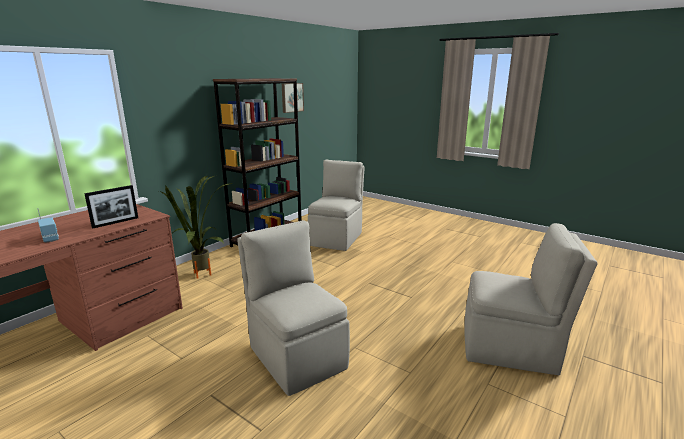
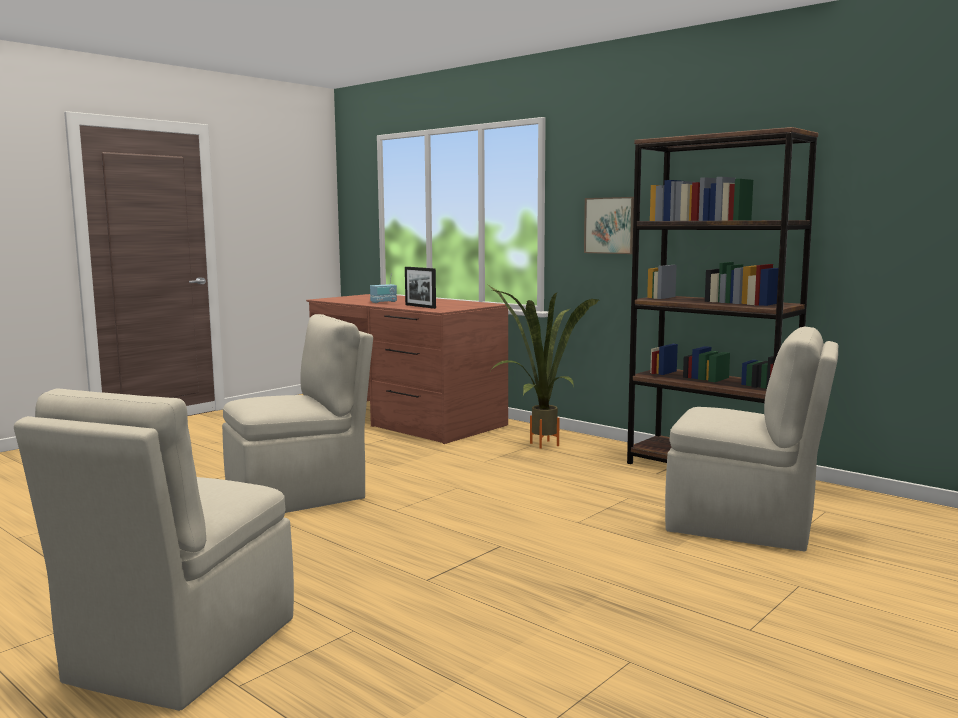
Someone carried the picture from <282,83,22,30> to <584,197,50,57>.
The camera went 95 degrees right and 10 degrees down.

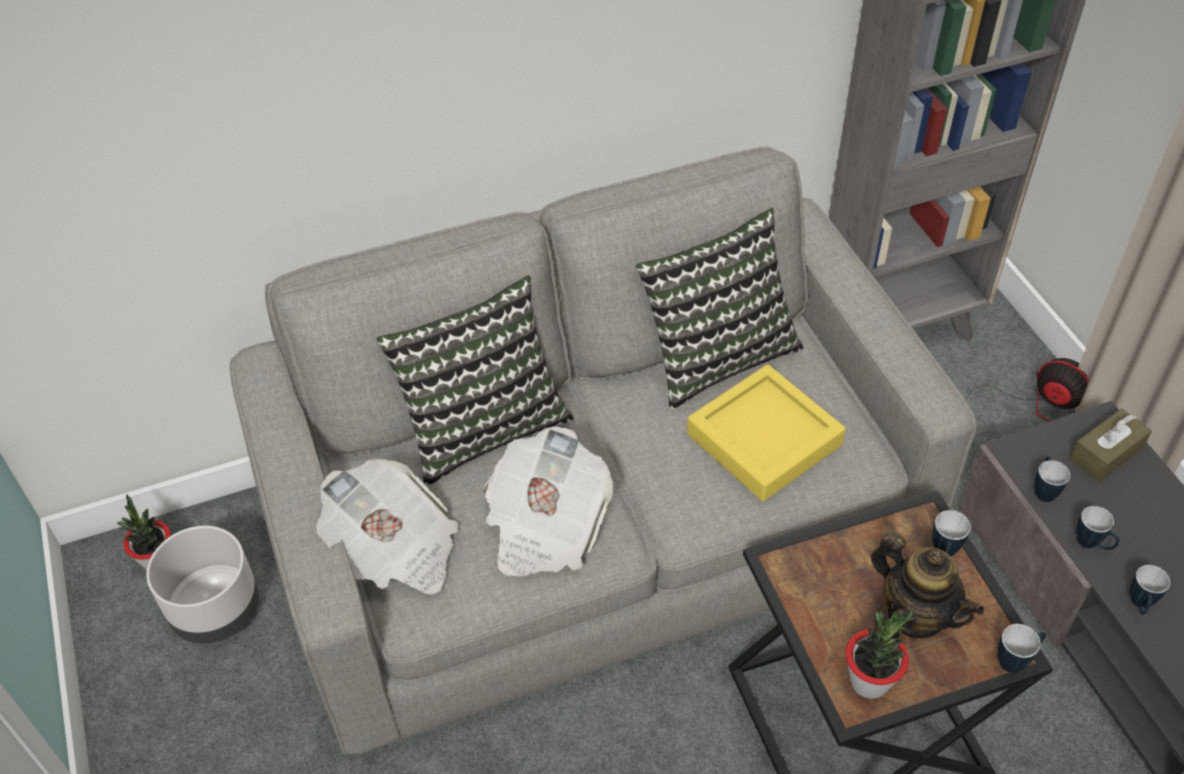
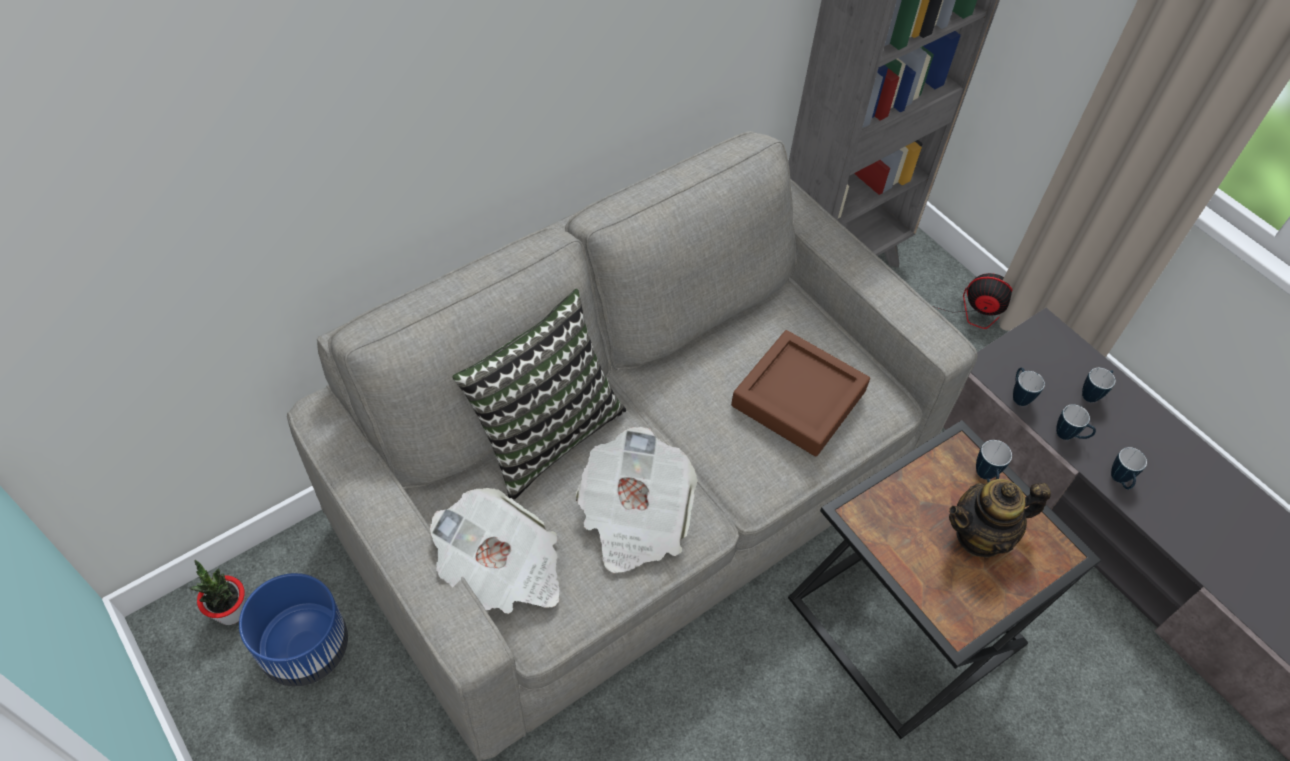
Someone repainted the plant pot (grey) at <146,526,113,118>, which became the plant pot (blue) at <239,573,109,113>.
Someone repainted the carrying tray (yellow) at <687,364,159,137>, which became the carrying tray (brown) at <731,330,139,127>.
Someone rotated the tea pot at <871,531,113,107> by 135 degrees clockwise.
Someone carried the tea mug from <998,624,48,49> to <1082,368,33,34>.
Someone took away the cushion at <636,208,167,201>.
Someone took away the potted plant at <846,609,67,90>.
Someone took away the tissue holder (brown) at <1070,409,82,73>.
The camera went 20 degrees left and 5 degrees up.

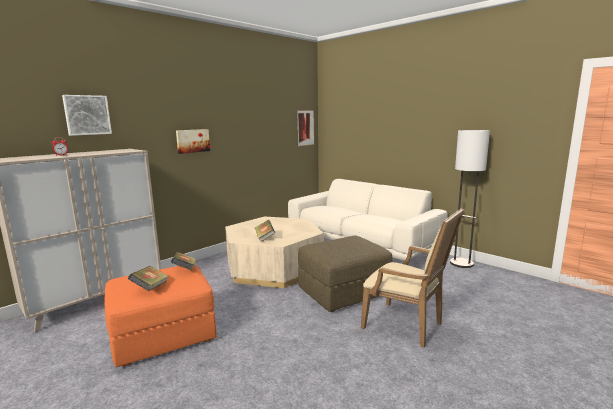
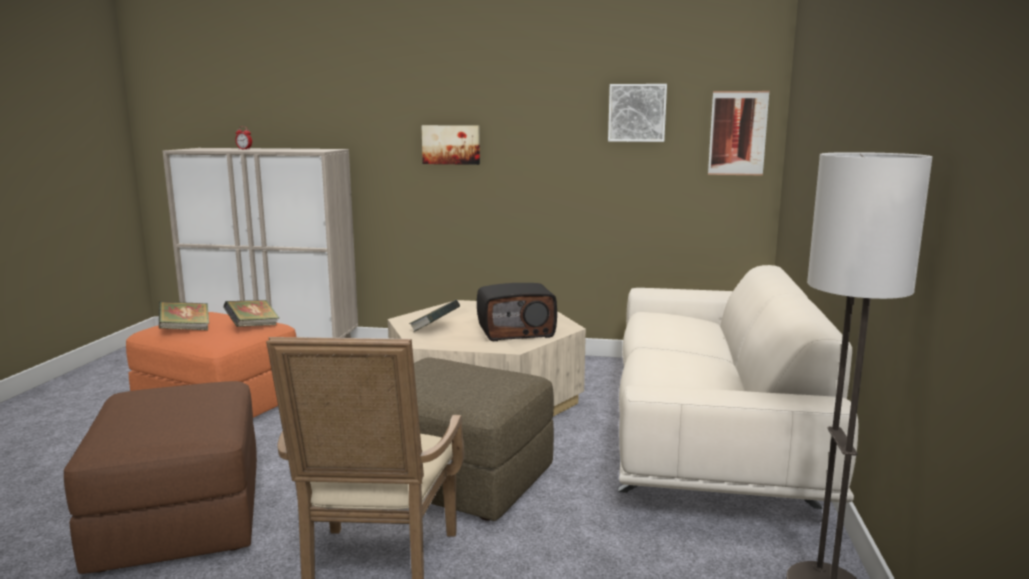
Someone put down the footrest (brown) at <64,381,193,193>.
Someone put down the radio at <477,283,80,58>.
Someone carried the picture from <62,95,50,41> to <608,84,59,58>.
The camera went 55 degrees right and 0 degrees up.

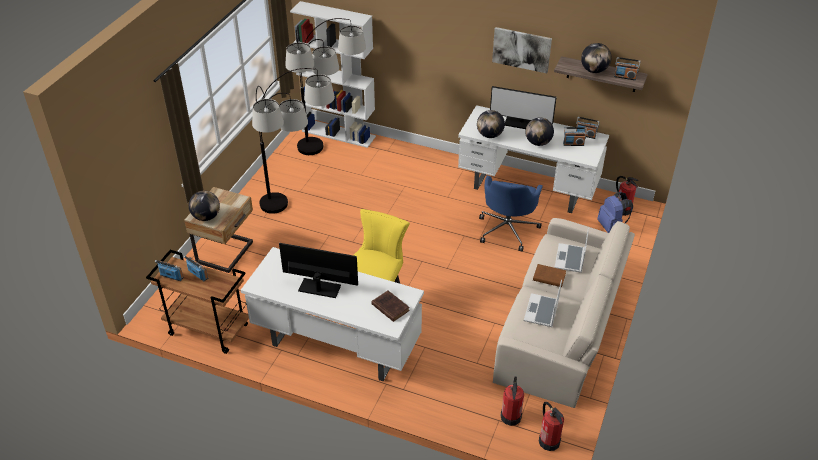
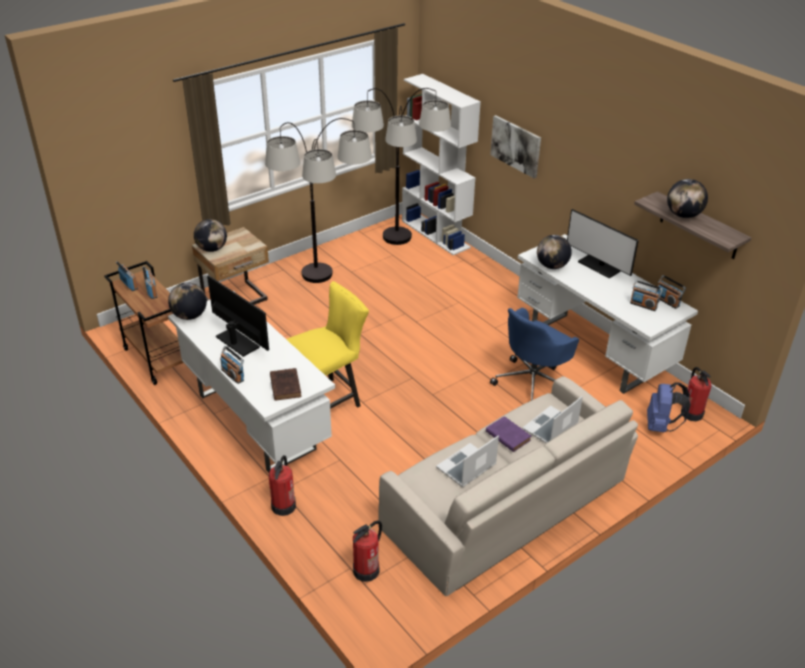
Someone carried the world globe from <525,118,29,28> to <168,282,39,38>.
Someone carried the radio from <614,57,27,23> to <220,346,24,38>.
Someone carried the fire extinguisher from <539,402,25,49> to <269,455,27,61>.
Someone repainted the volume (brown) at <533,264,33,23>, which became the volume (purple-coloured) at <486,416,46,36>.
Someone carried the picture from <492,27,60,46> to <490,115,51,63>.
The camera went 30 degrees right and 5 degrees down.

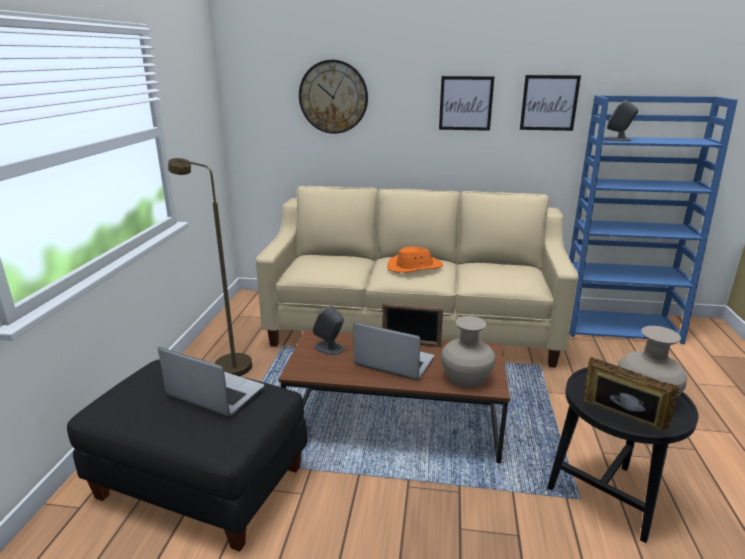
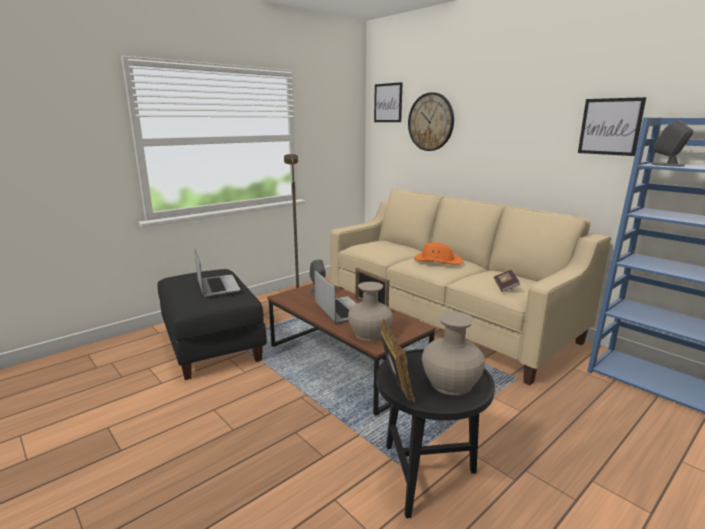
Someone carried the picture from <439,76,55,55> to <374,82,29,40>.
Someone put down the volume at <494,270,26,22>.
The camera went 40 degrees right and 5 degrees down.

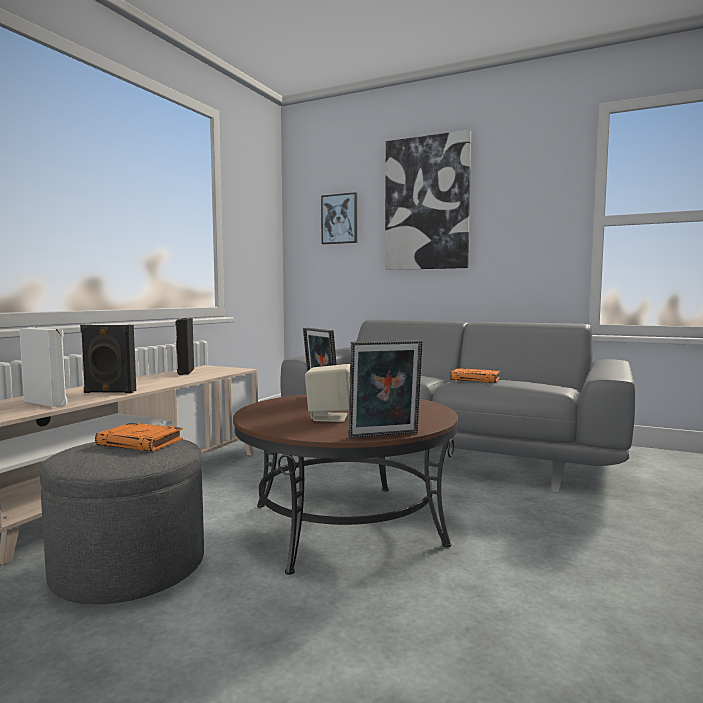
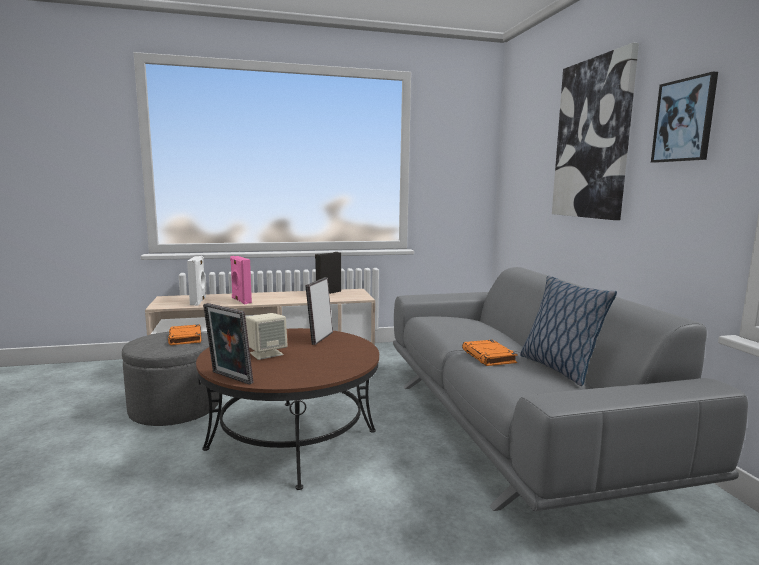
Someone repainted the loudspeaker (black-coloured) at <80,325,56,68>, which became the loudspeaker (pink) at <230,256,22,48>.
Someone put down the cushion at <520,276,97,110>.
Someone carried the picture from <321,192,36,52> to <651,71,67,92>.
The camera went 50 degrees right and 5 degrees up.

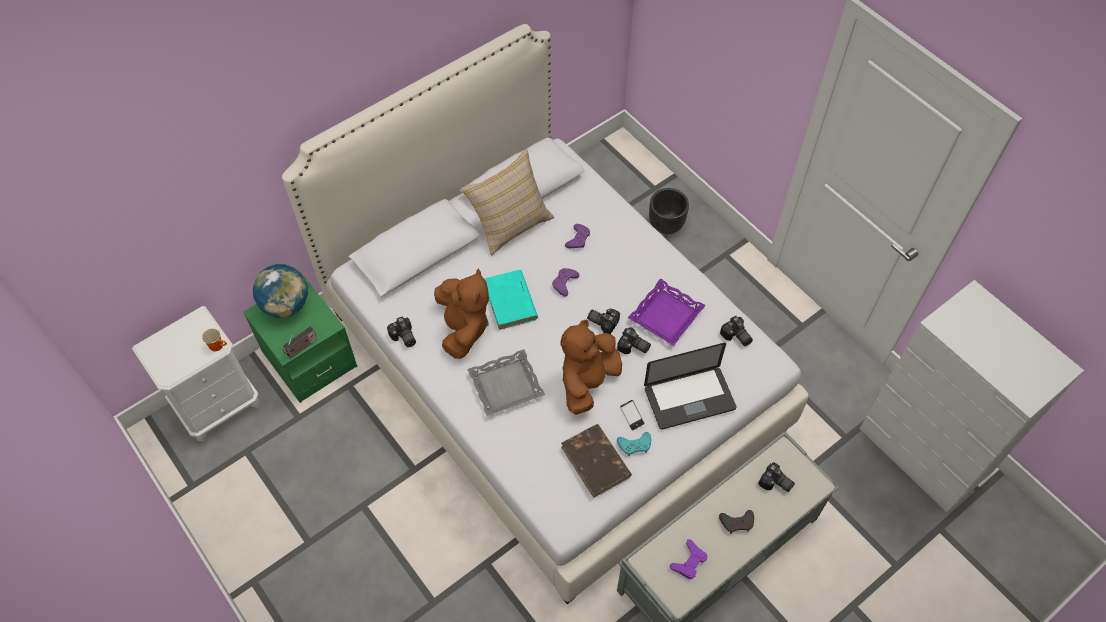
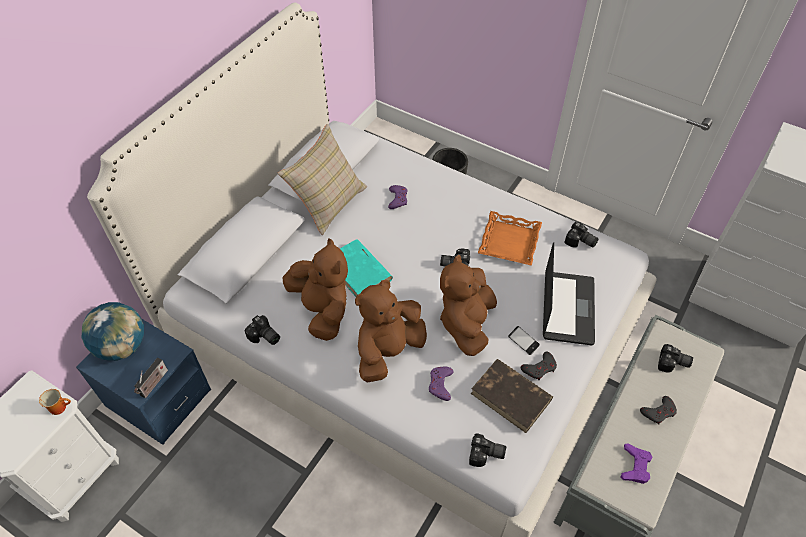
Someone repainted the nightstand (green) at <243,276,114,127>, which became the nightstand (blue) at <76,318,135,127>.
Someone swapped the carrying tray (grey) at <467,349,78,67> for the soft toy (brown) at <355,280,72,103>.
Someone carried the game controller (purple-coloured) from <552,268,28,29> to <429,367,24,34>.
Someone carried the photo camera from <617,327,34,27> to <469,434,37,33>.
Someone repainted the carrying tray (purple-coloured) at <628,279,78,67>, which became the carrying tray (orange-coloured) at <478,211,64,55>.
Someone repainted the game controller (turquoise) at <617,432,34,24>, which became the game controller (grey) at <521,351,36,29>.
Someone rotated the laptop at <644,343,93,86> by 45 degrees counterclockwise.
The camera went 20 degrees left and 5 degrees down.

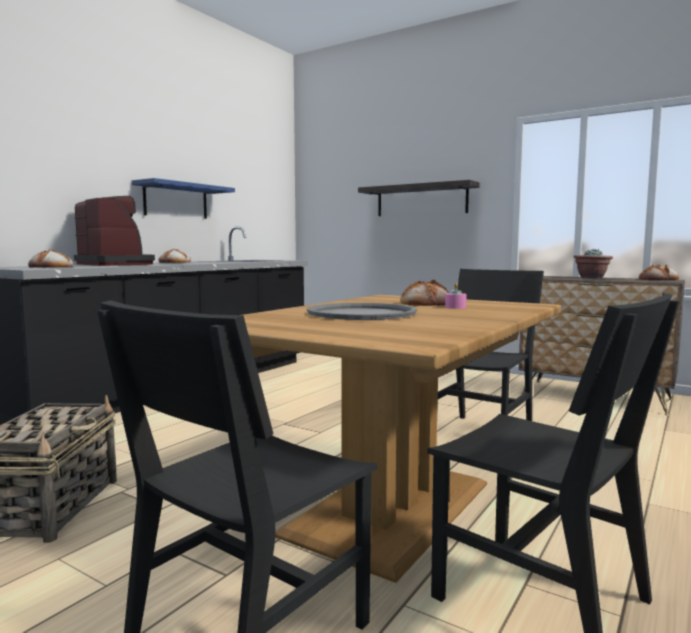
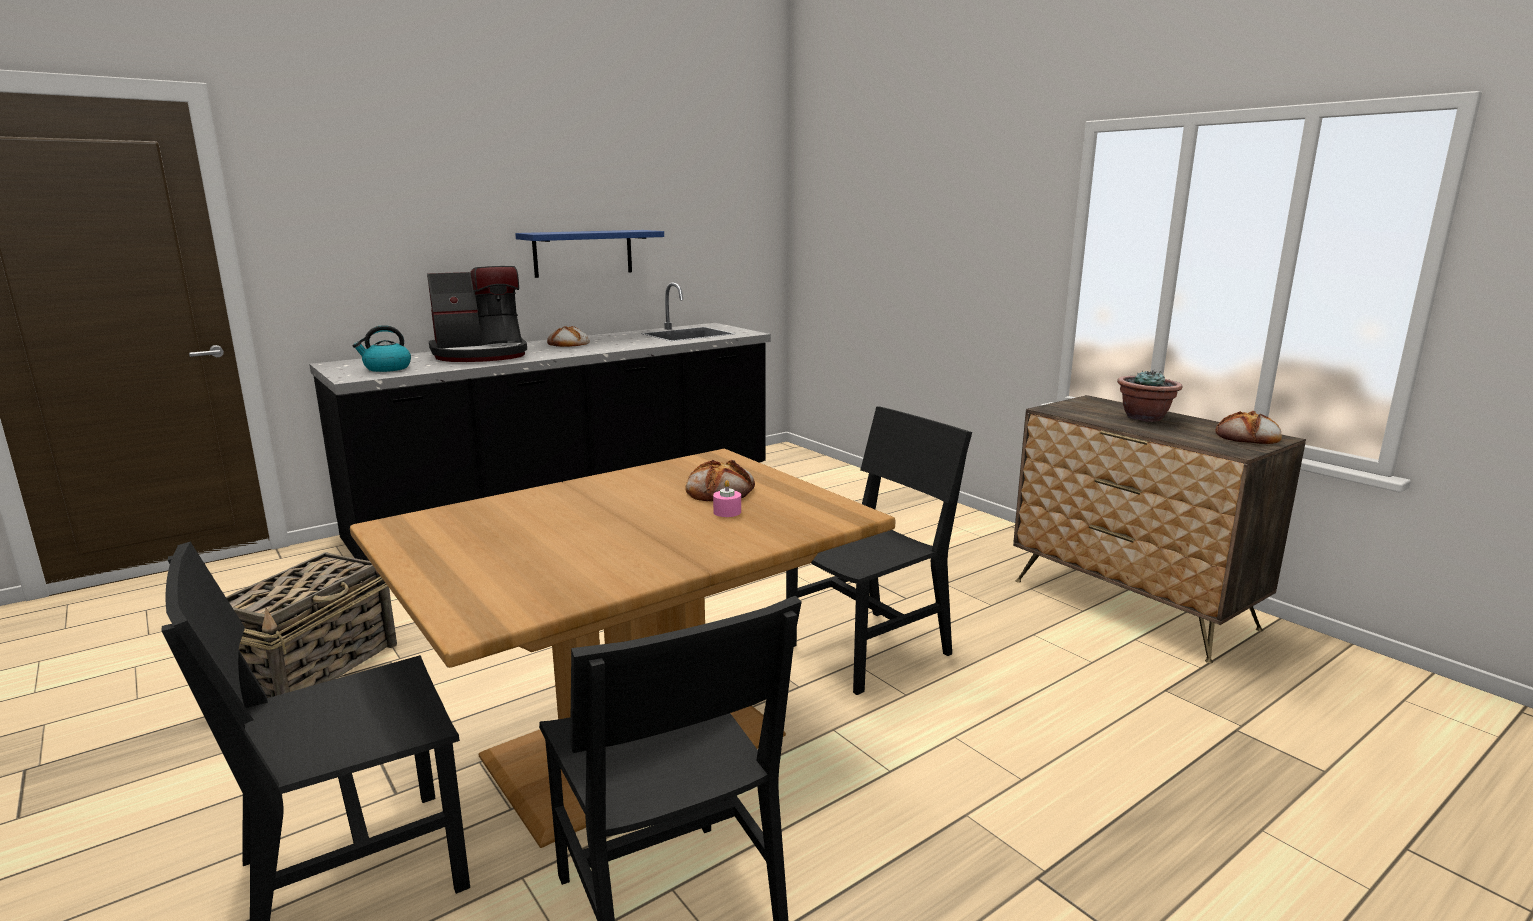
Someone swapped the baked bread at <28,249,46,19> for the water kettle at <352,325,59,47>.
Someone rotated the coffee machine at <74,196,81,70> by 90 degrees clockwise.
Someone took away the carrying tray (grey) at <307,303,110,17>.
Someone took away the bracket shelf at <358,180,122,36>.
The camera went 20 degrees right and 10 degrees up.

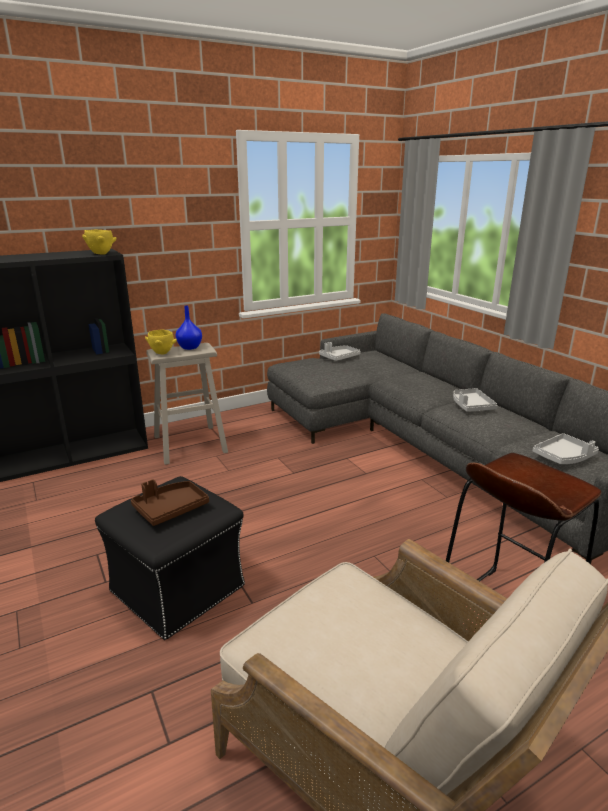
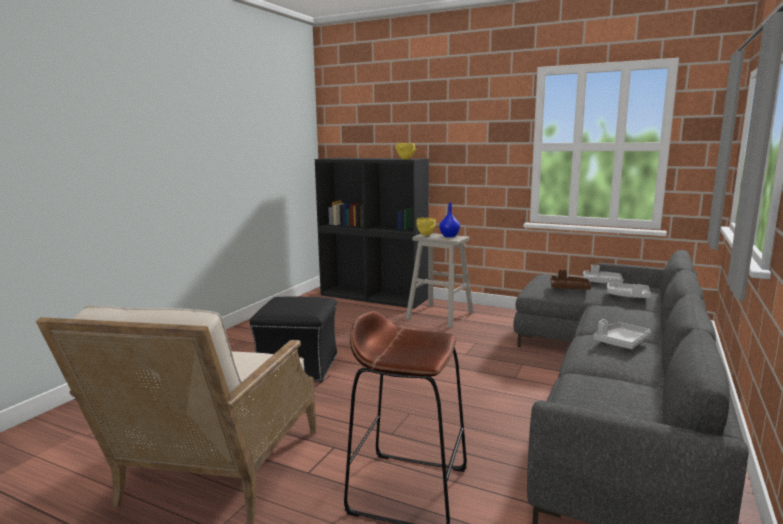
Someone carried the carrying tray (brown) from <131,479,78,47> to <550,270,41,20>.
Someone carried the carrying tray (grey) from <533,433,66,31> to <607,282,44,16>.
The camera went 55 degrees right and 10 degrees down.

